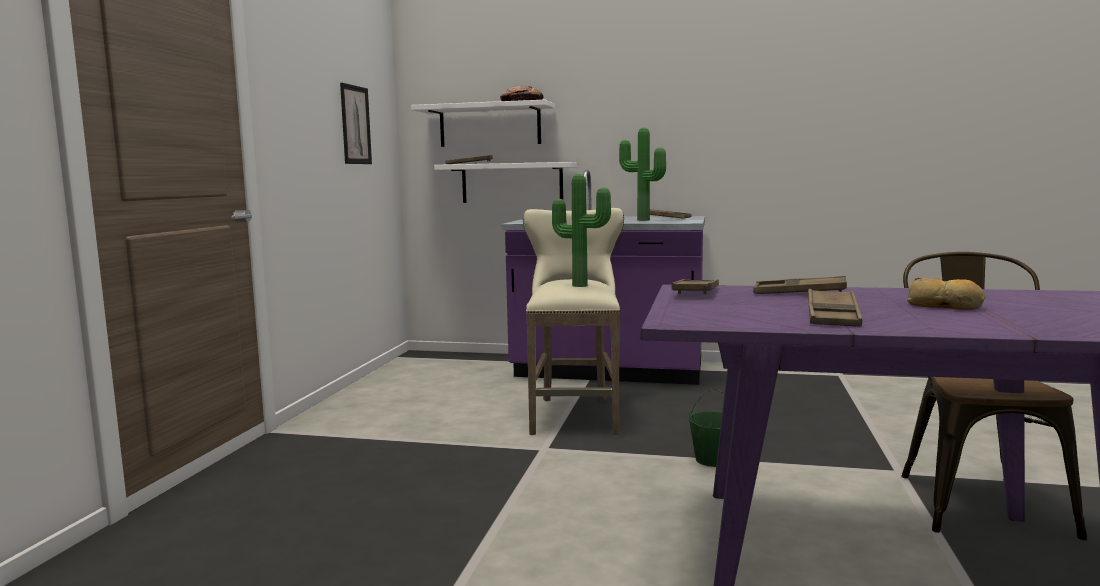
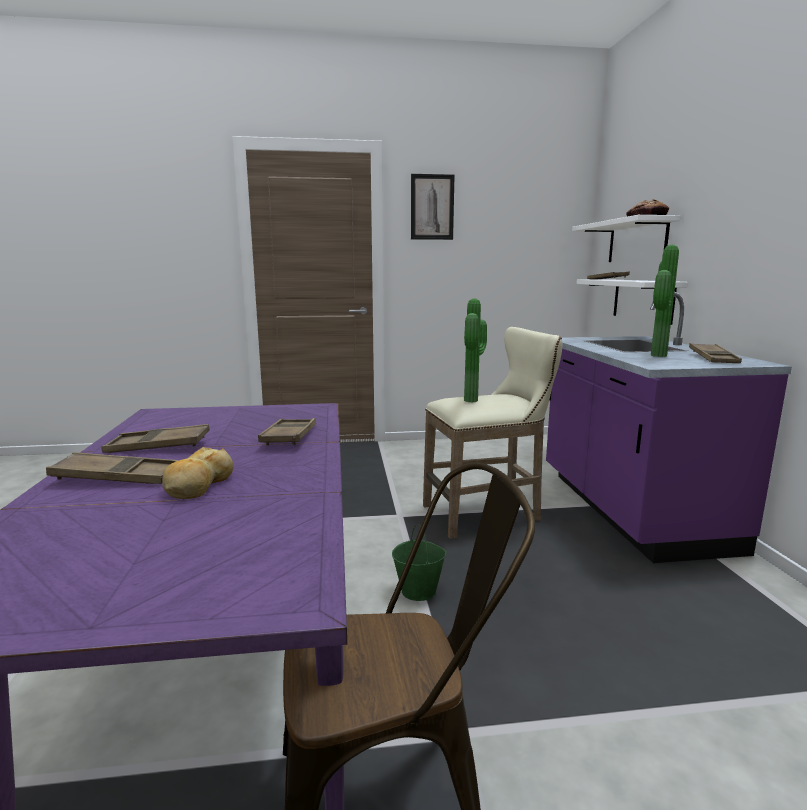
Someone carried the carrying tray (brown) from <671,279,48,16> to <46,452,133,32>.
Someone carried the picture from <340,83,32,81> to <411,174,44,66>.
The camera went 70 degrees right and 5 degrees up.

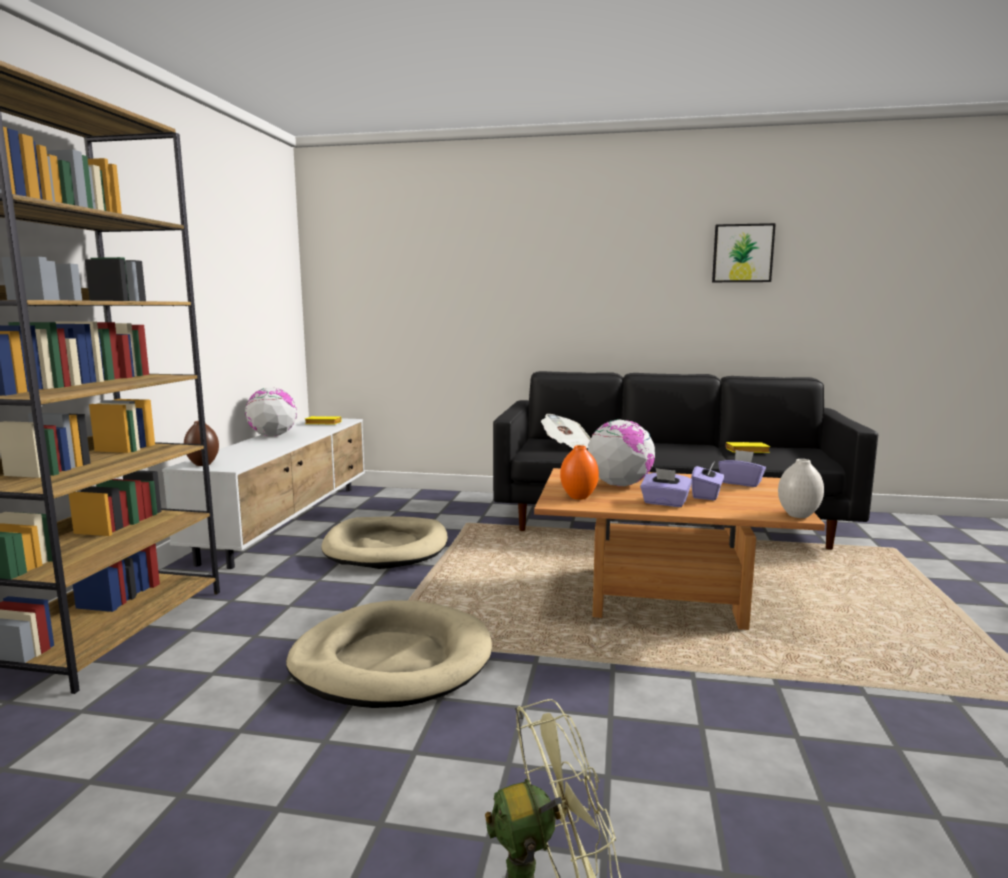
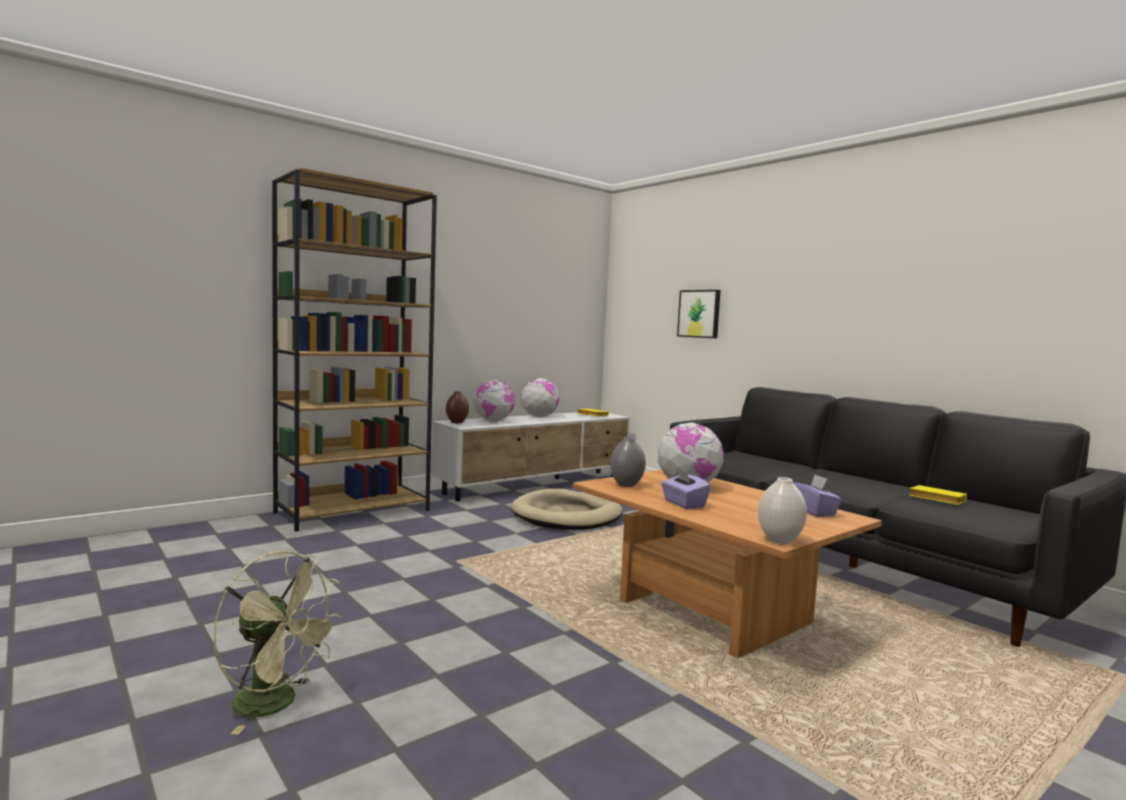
Someone put down the world globe at <473,380,42,42>.
Someone repainted the vase (orange-coloured) at <560,445,39,55>, which became the vase (grey) at <610,437,36,50>.
Someone carried the picture from <712,223,64,59> to <677,290,44,48>.
Someone took away the dog bed (beige) at <286,600,206,108>.
Someone took away the printed paper at <541,414,50,35>.
Someone took away the tissue holder (purple-coloured) at <691,461,33,39>.
The camera went 40 degrees right and 5 degrees down.

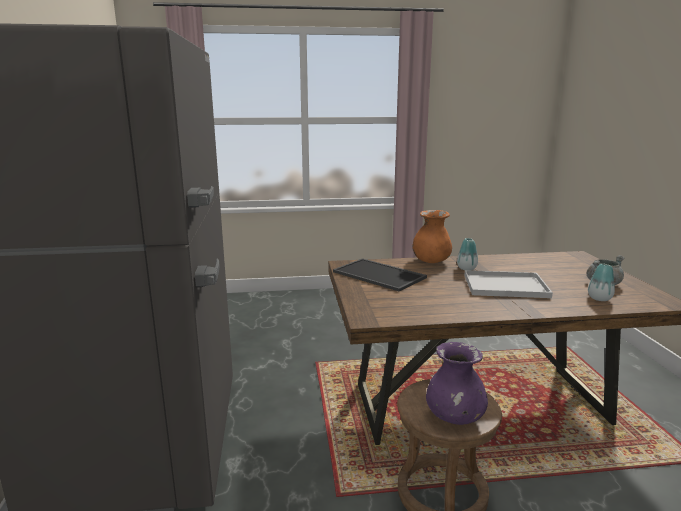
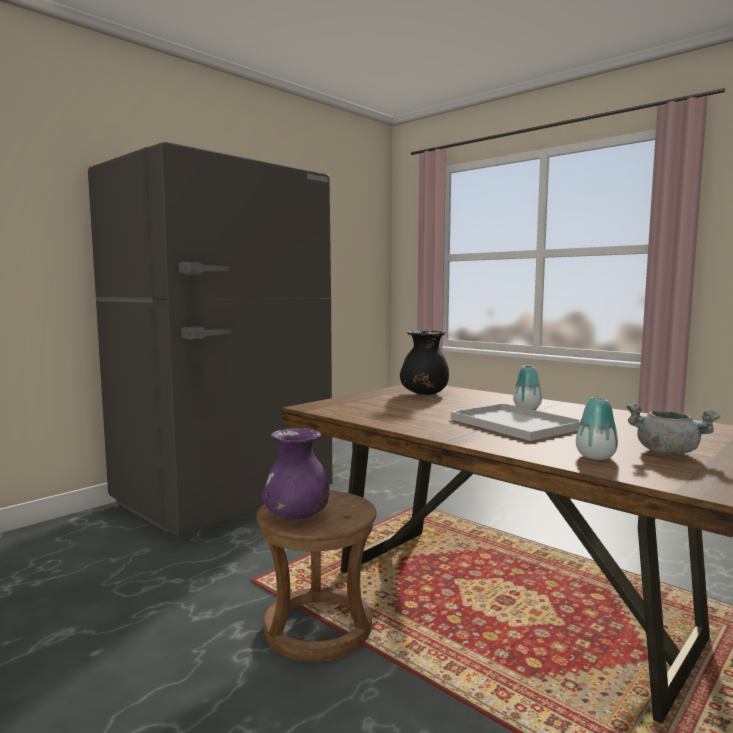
Someone swapped the carrying tray at <333,258,94,34> for the vase (black-coloured) at <400,330,49,65>.
Someone took away the vase (orange-coloured) at <412,210,40,53>.
The camera went 50 degrees right and 10 degrees down.

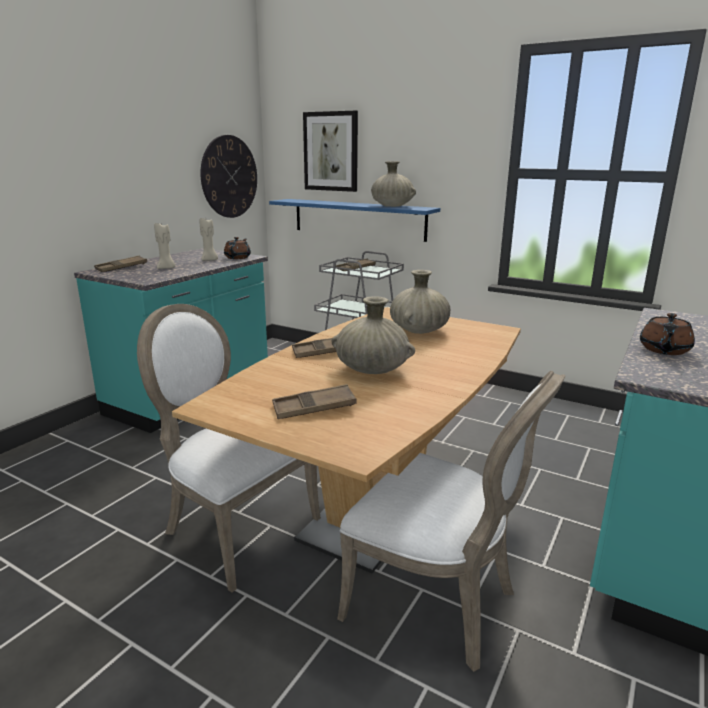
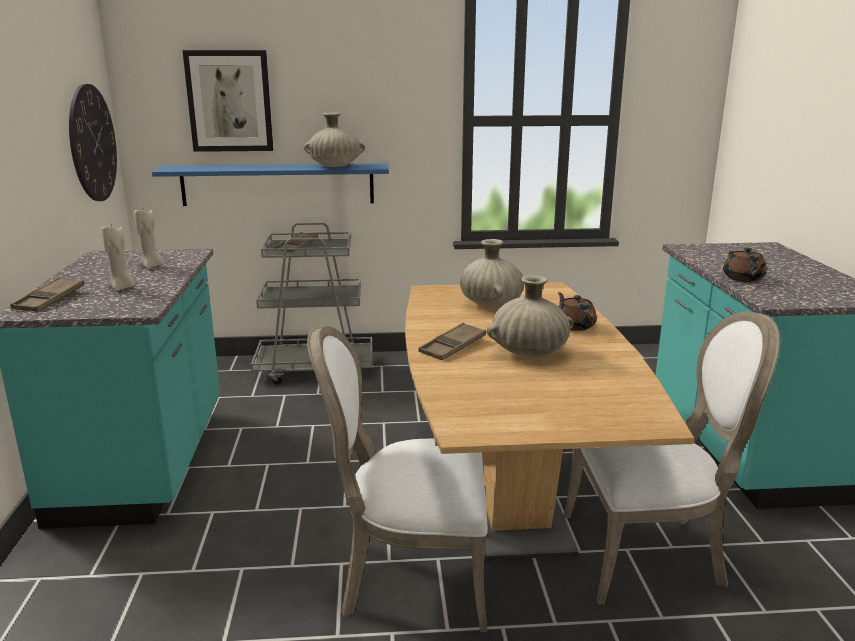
Someone carried the tea pot (brown) from <224,237,27,22> to <558,292,39,39>.
Someone took away the carrying tray (brown) at <272,384,85,35>.
The camera went 35 degrees left and 0 degrees up.

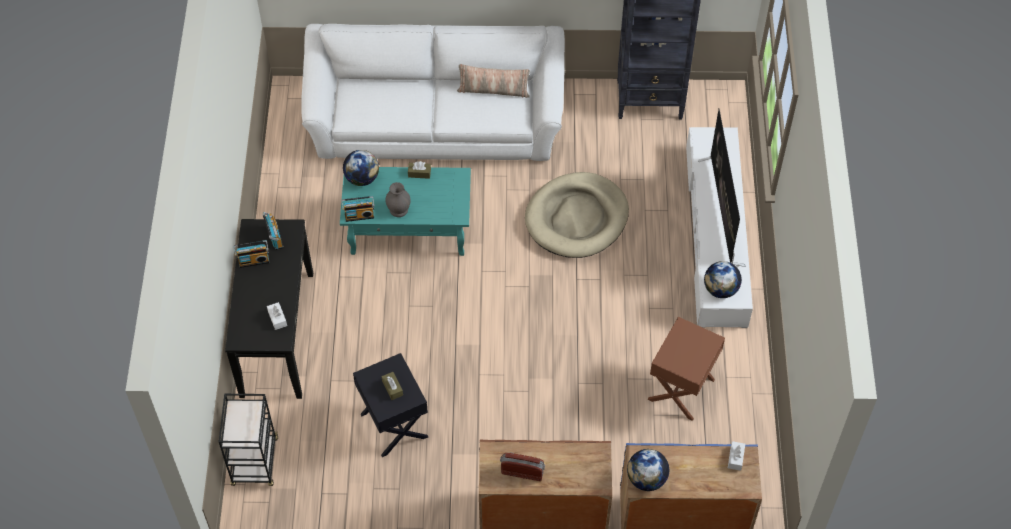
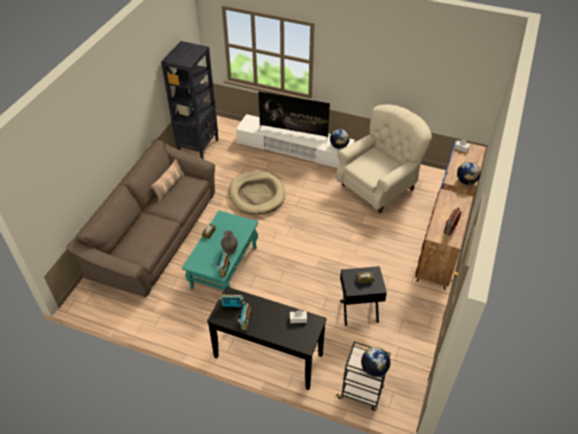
Someone repainted the settee (white-coloured) at <301,24,264,137>, which became the settee (brown) at <66,139,149,158>.
Someone swapped the accent table (brown) at <647,317,78,104> for the lounge chair (beige) at <336,104,96,109>.
Someone carried the world globe from <343,150,36,36> to <361,347,29,30>.
The camera went 70 degrees left and 10 degrees down.

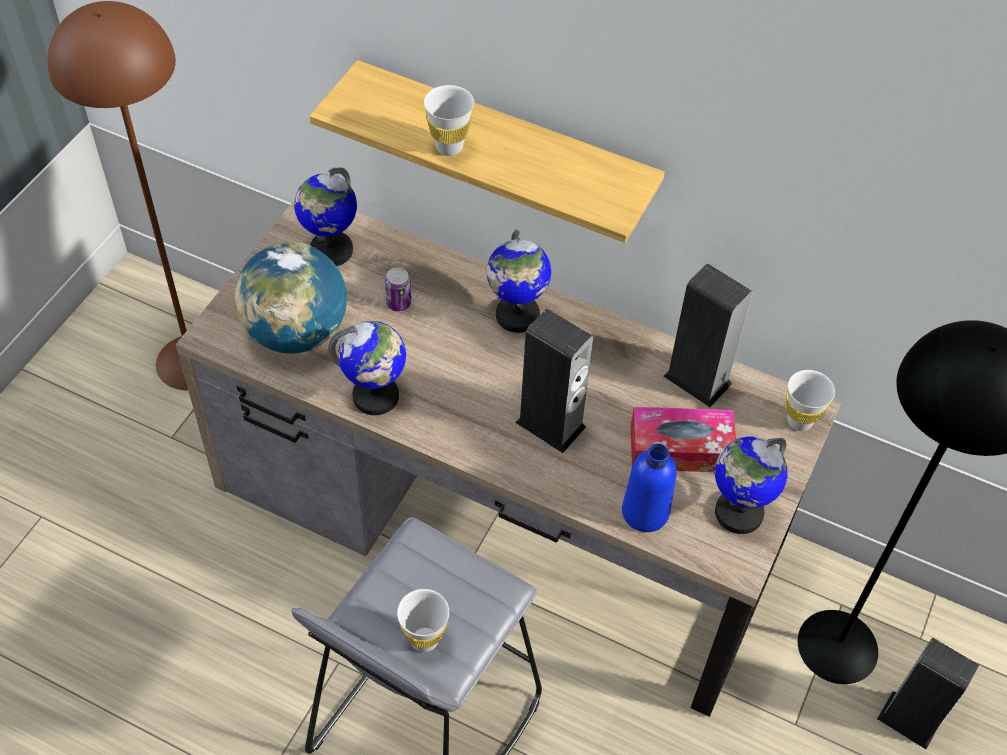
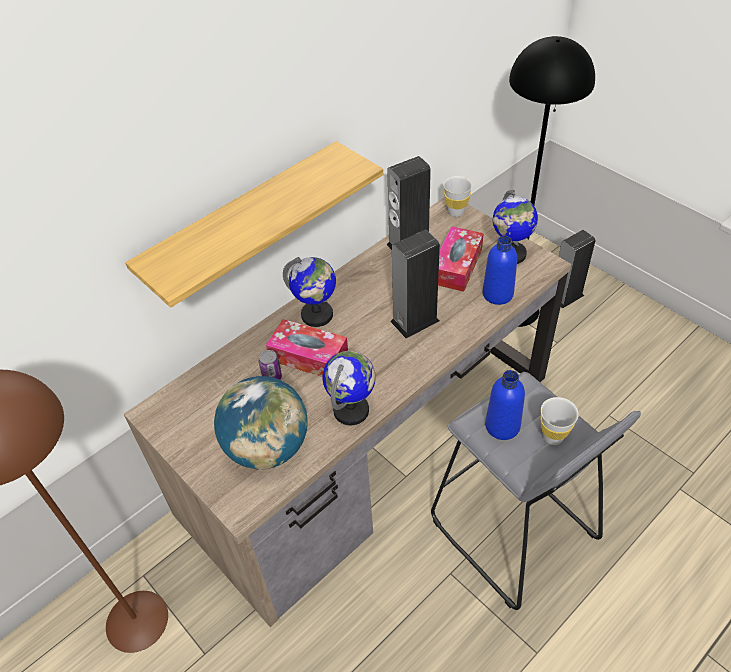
Someone put down the tissue holder at <266,319,82,58>.
Someone put down the beverage bottle (blue) at <485,370,40,70>.
Someone took away the world globe at <294,167,63,99>.
Someone took away the small cup (white-coloured) at <424,85,50,71>.
The camera went 65 degrees left and 5 degrees down.

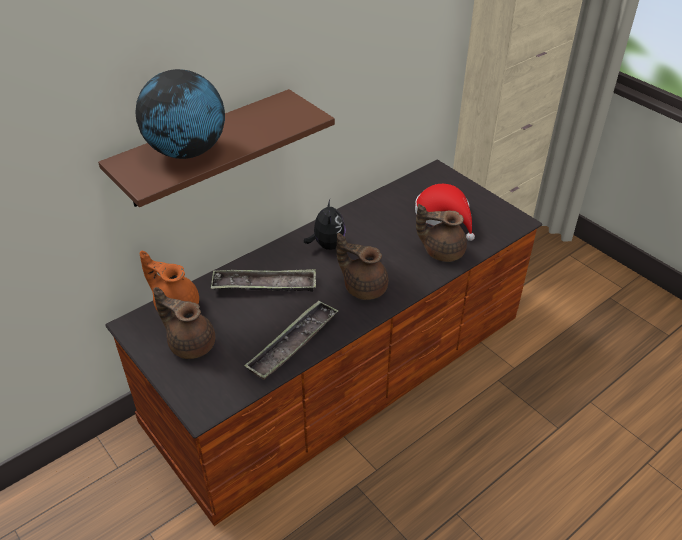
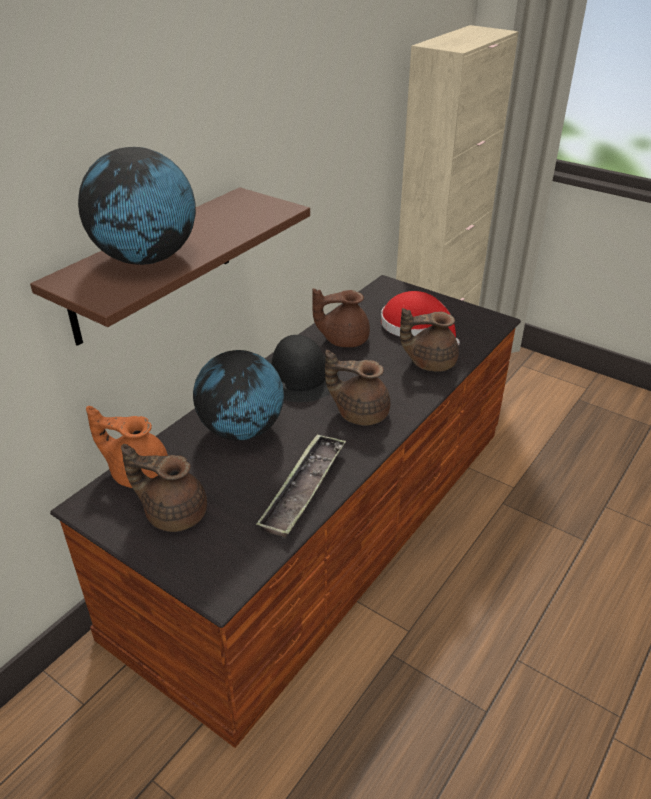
Someone swapped the carrying tray at <211,269,105,23> for the world globe at <193,350,91,90>.
Someone swapped the soft toy at <304,199,42,51> for the wearable hat (black-coloured) at <268,335,71,67>.
Someone put down the tea pot (brown) at <312,288,58,59>.
The camera went 15 degrees left and 5 degrees down.

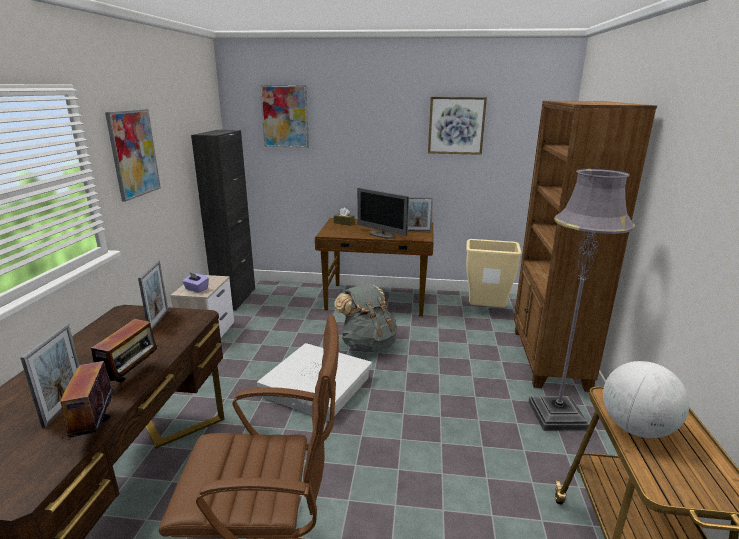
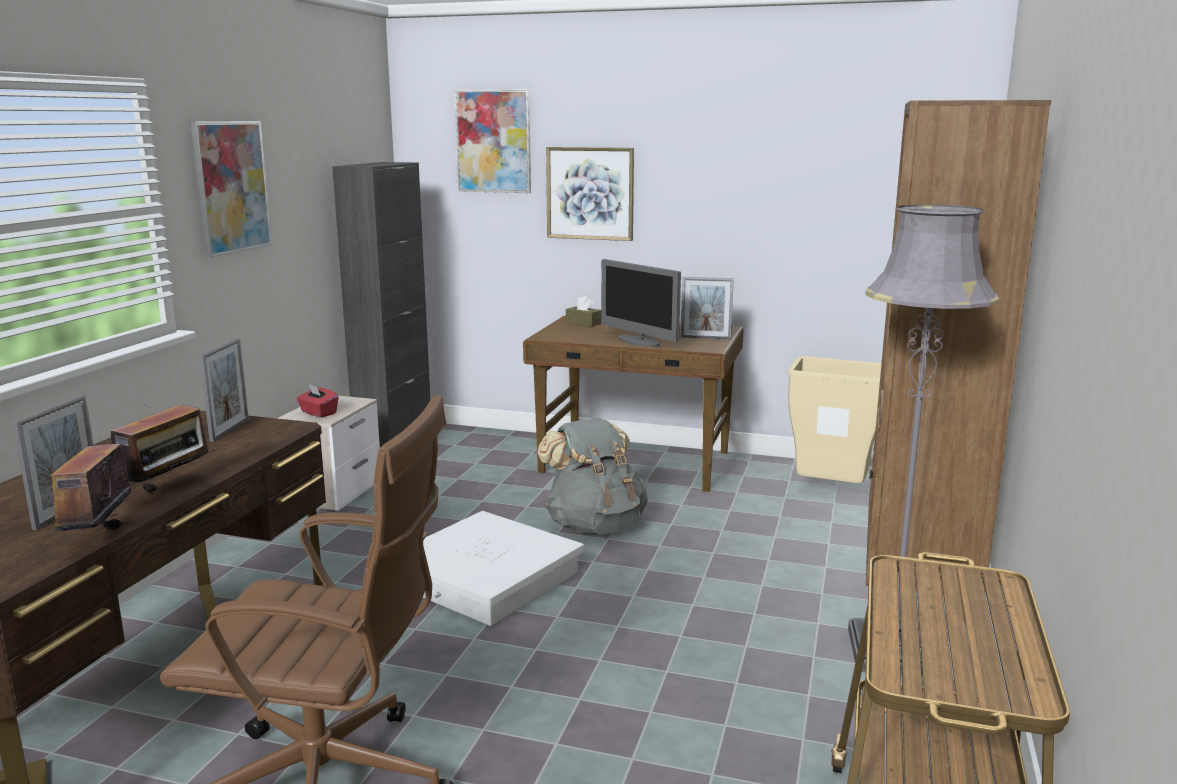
Someone repainted the tissue holder (purple-coloured) at <182,272,27,20>, which became the tissue holder (red) at <297,384,42,34>.
Someone carried the picture from <428,97,59,58> to <546,147,88,94>.
Someone took away the world globe at <603,361,86,77>.
The camera went 10 degrees right and 5 degrees down.

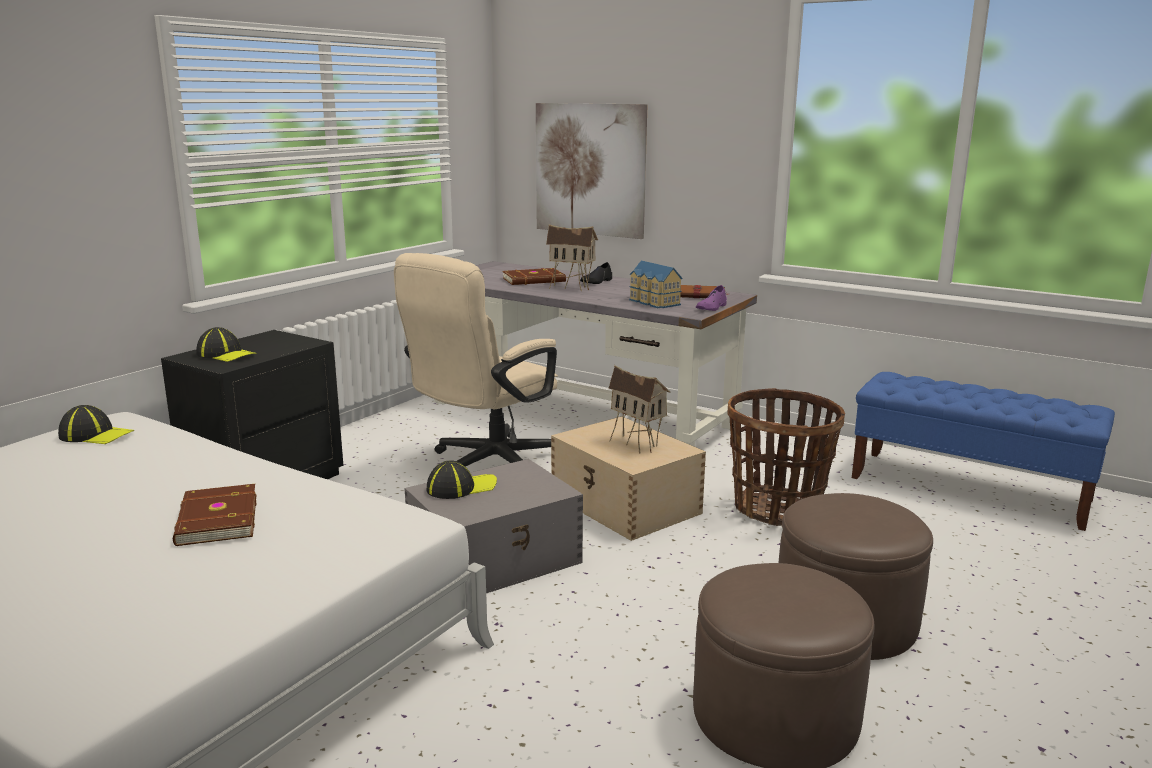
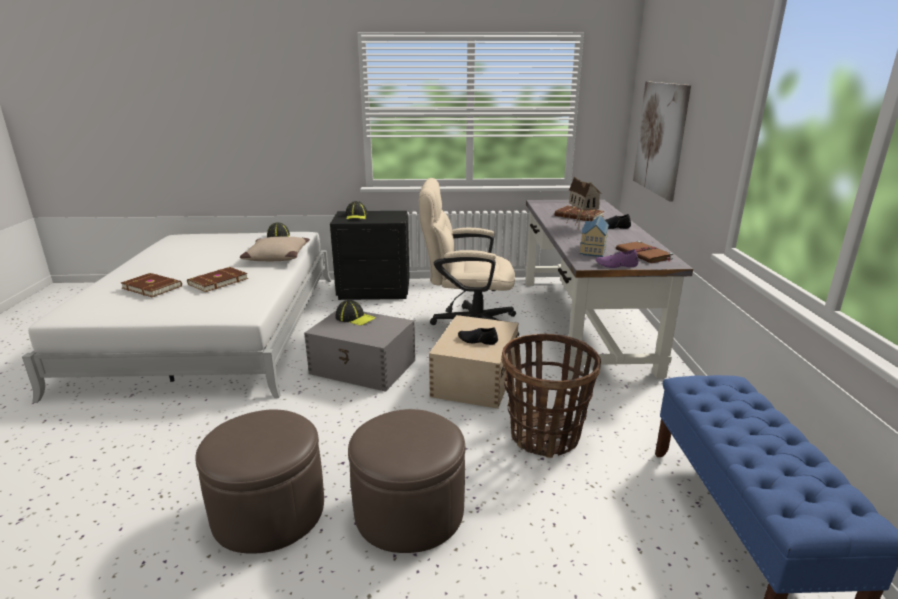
Someone put down the volume (brown) at <121,273,61,24>.
Someone put down the cushion (beige) at <240,237,70,24>.
Someone swapped the miniature house at <609,365,62,88> for the item of footwear (black-coloured) at <458,327,40,18>.
The camera went 55 degrees right and 5 degrees up.

